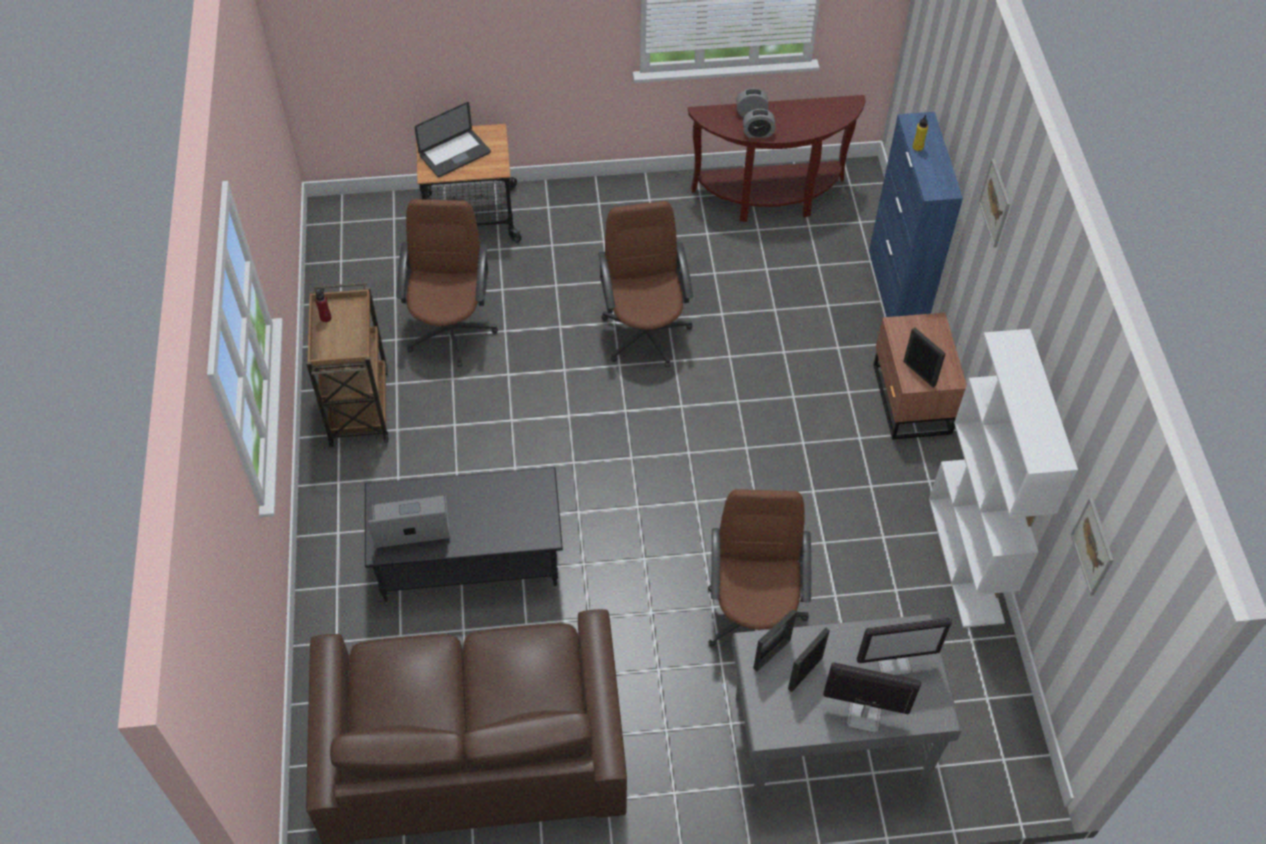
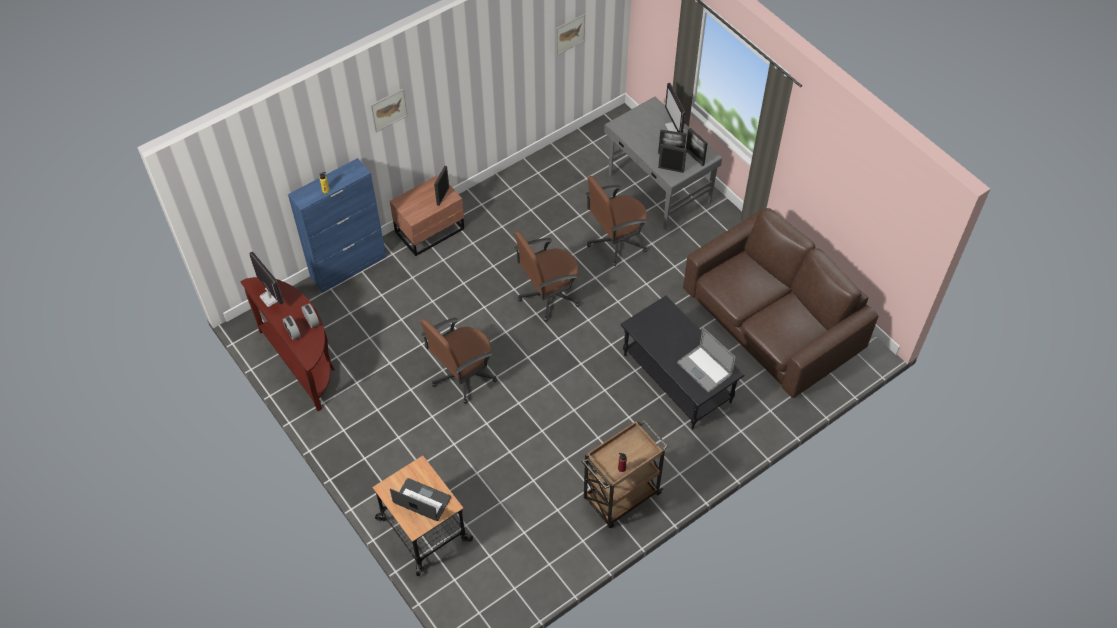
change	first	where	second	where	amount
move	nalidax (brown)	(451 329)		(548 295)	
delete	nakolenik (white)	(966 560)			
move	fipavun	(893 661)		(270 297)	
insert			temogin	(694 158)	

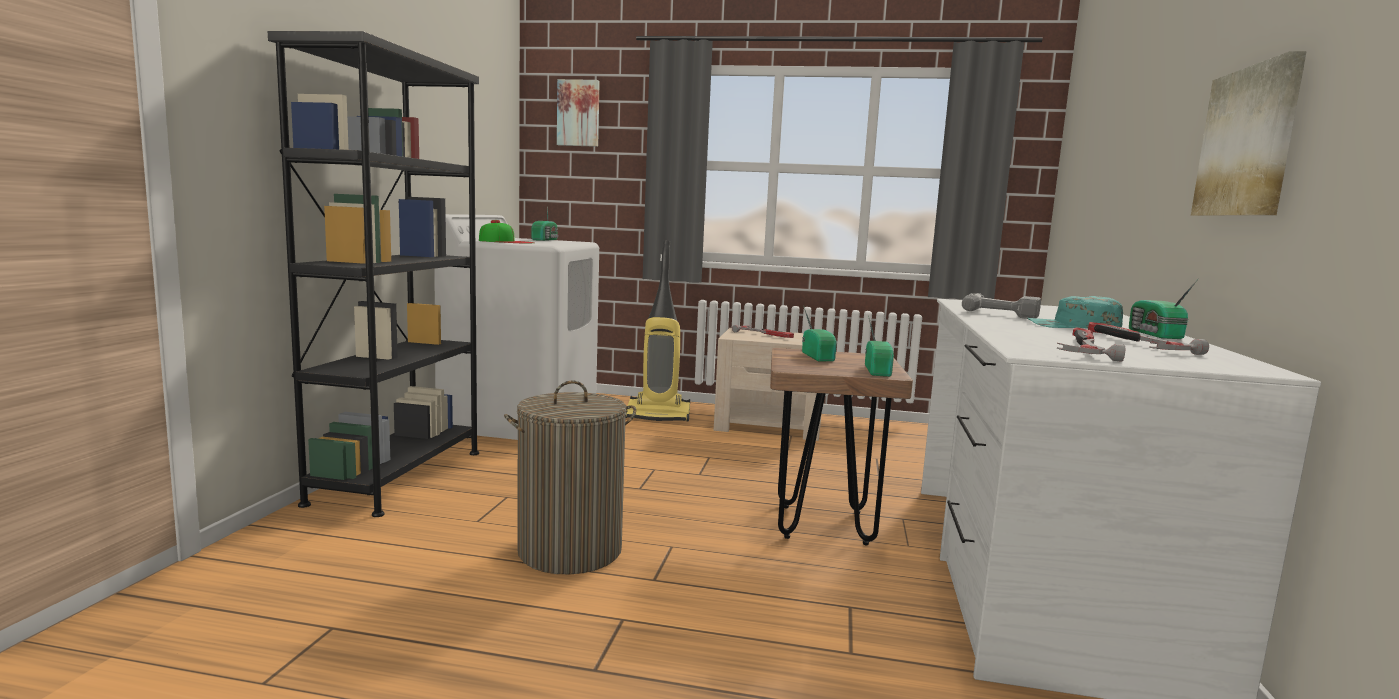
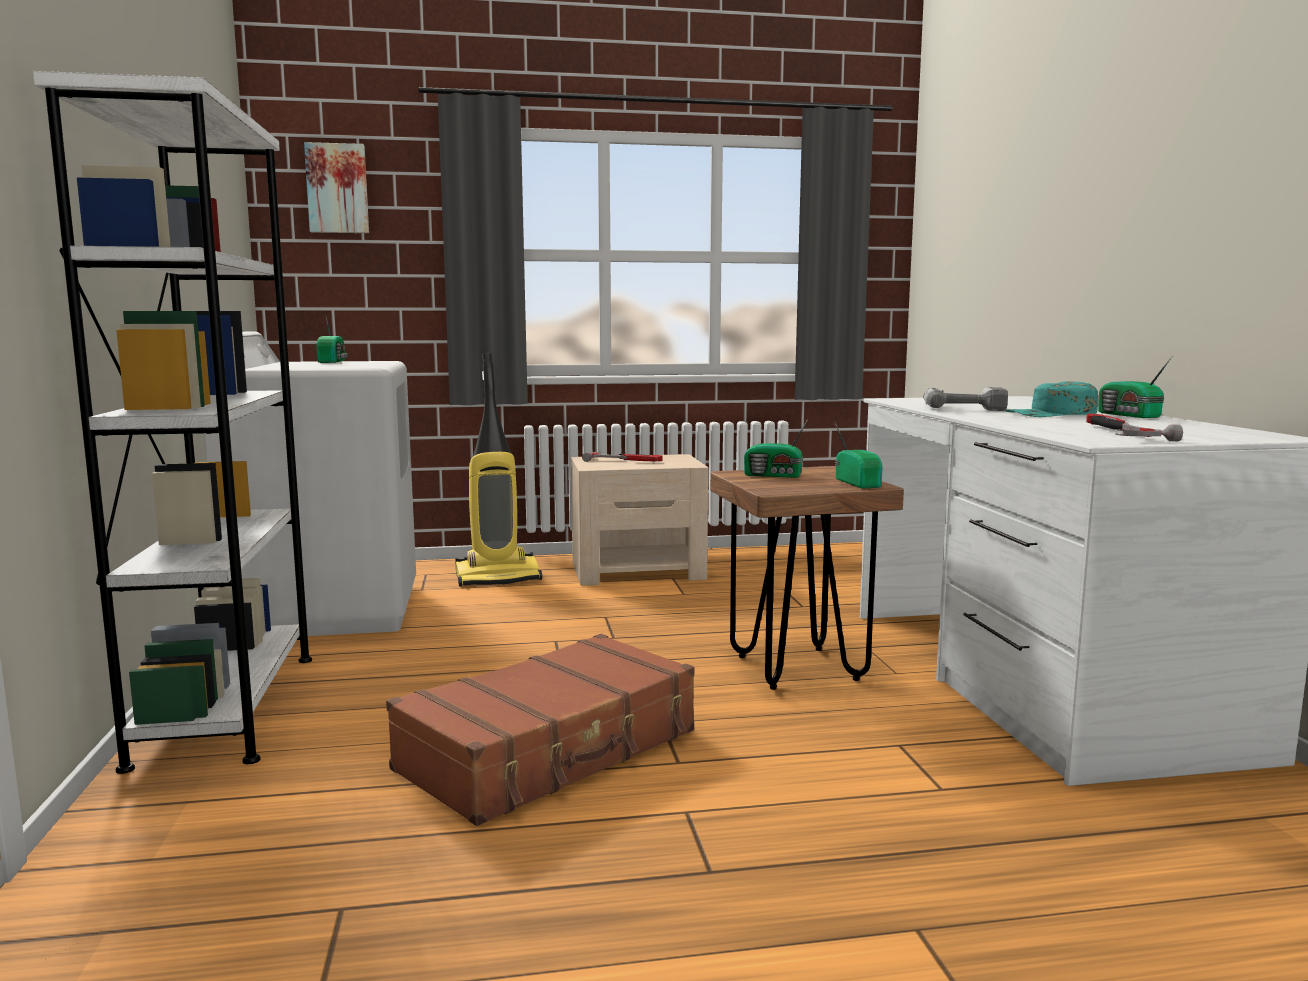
change	first	where	second	where	amount
recolor	nakolenik (black)	(398 476)	nakolenik (white)	(227 707)	
delete	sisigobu	(1249 142)			
delete	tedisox	(506 241)			
rotate	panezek	(818 356)		(774 475)	135 degrees clockwise
delete	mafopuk	(1132 343)			
replace	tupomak	(570 550)	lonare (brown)	(551 751)	

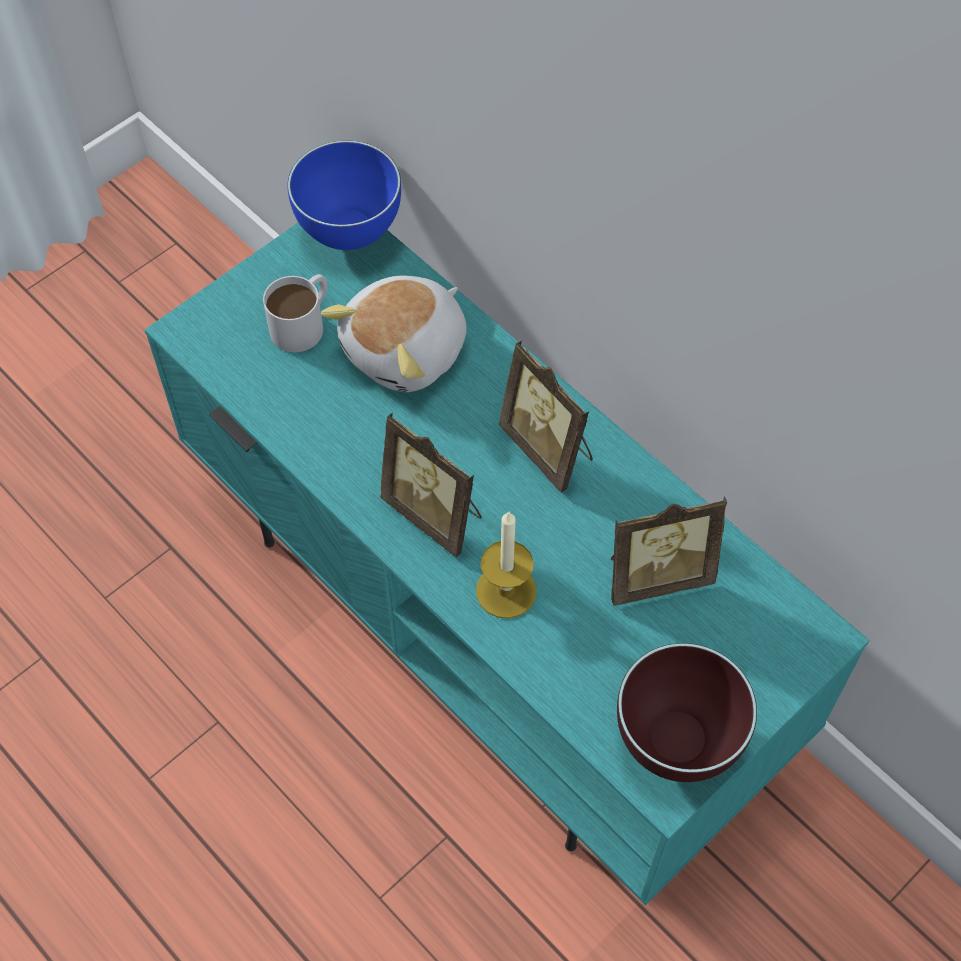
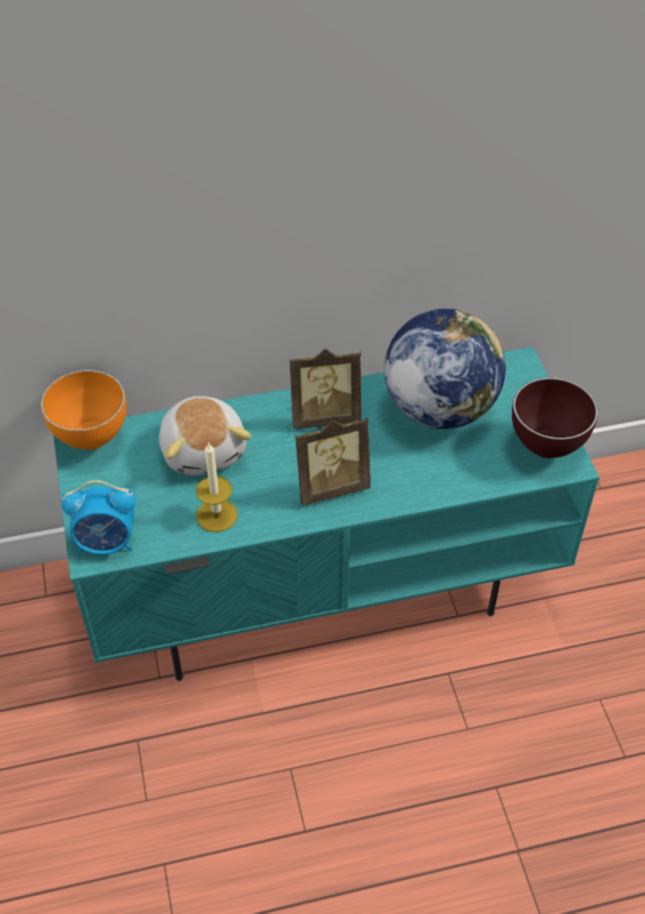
change	first	where	second	where	amount
recolor	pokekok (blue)	(349 234)	pokekok (orange)	(90 439)	
delete	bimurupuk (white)	(304 322)			
replace	temogin	(656 574)	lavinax	(439 409)	
move	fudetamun	(506 591)		(216 515)	
insert			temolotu	(107 543)	

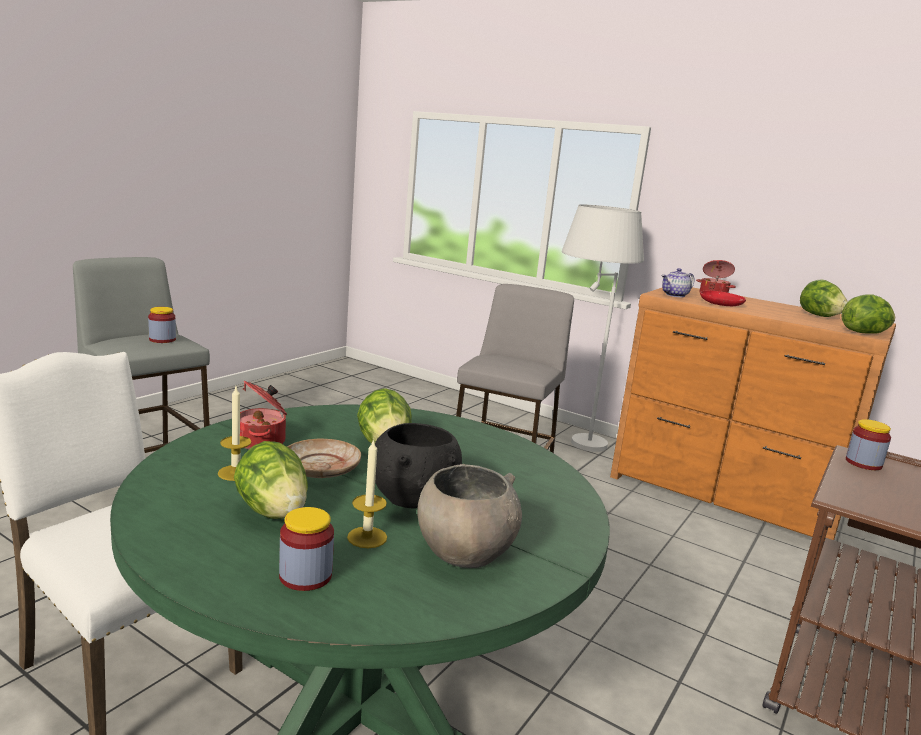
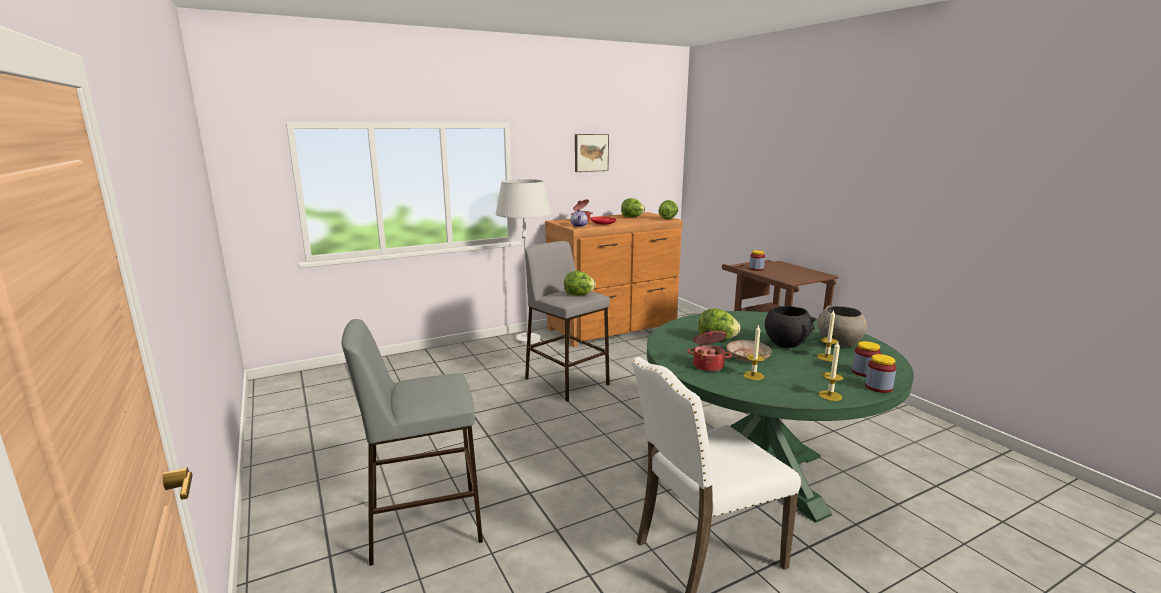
change	first	where	second	where	amount
move	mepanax	(162 339)		(878 387)	
move	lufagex	(273 511)		(579 295)	
insert			sisigobu	(590 152)	
insert			fudetamun	(830 395)	

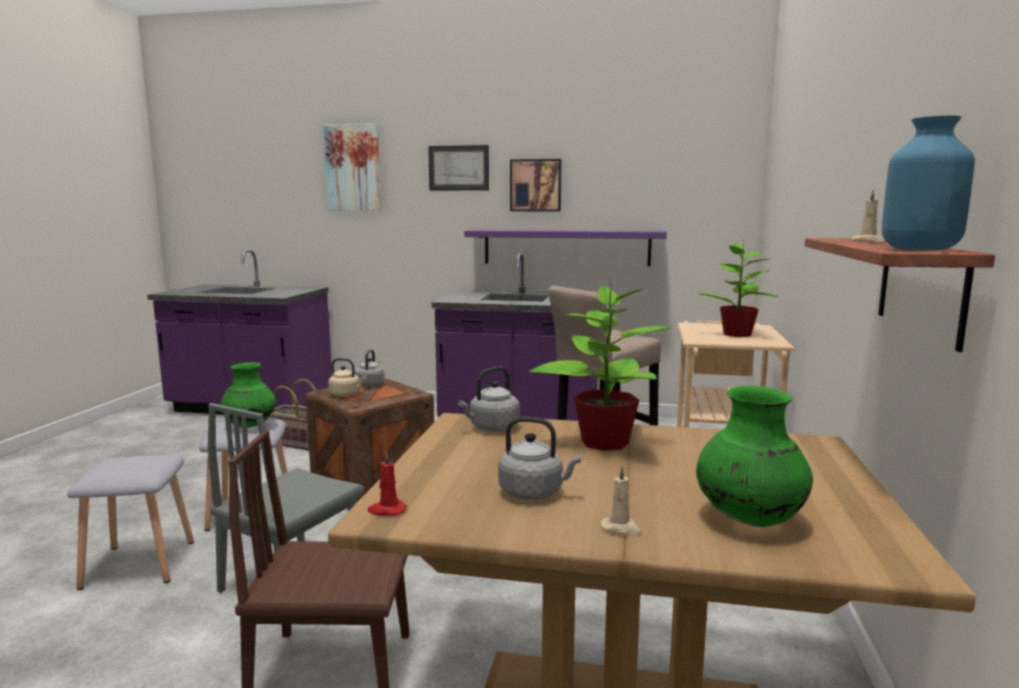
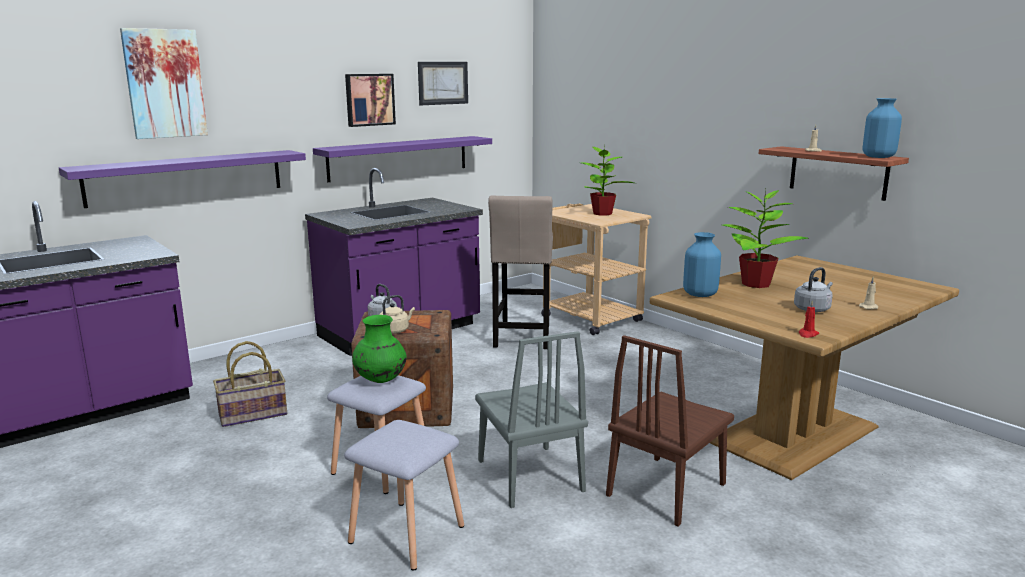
change	first	where	second	where	amount
move	sisigobu	(459 168)		(443 83)	
replace	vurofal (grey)	(492 428)	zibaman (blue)	(700 294)	
delete	zibaman (green)	(748 519)			
insert			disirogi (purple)	(186 177)	

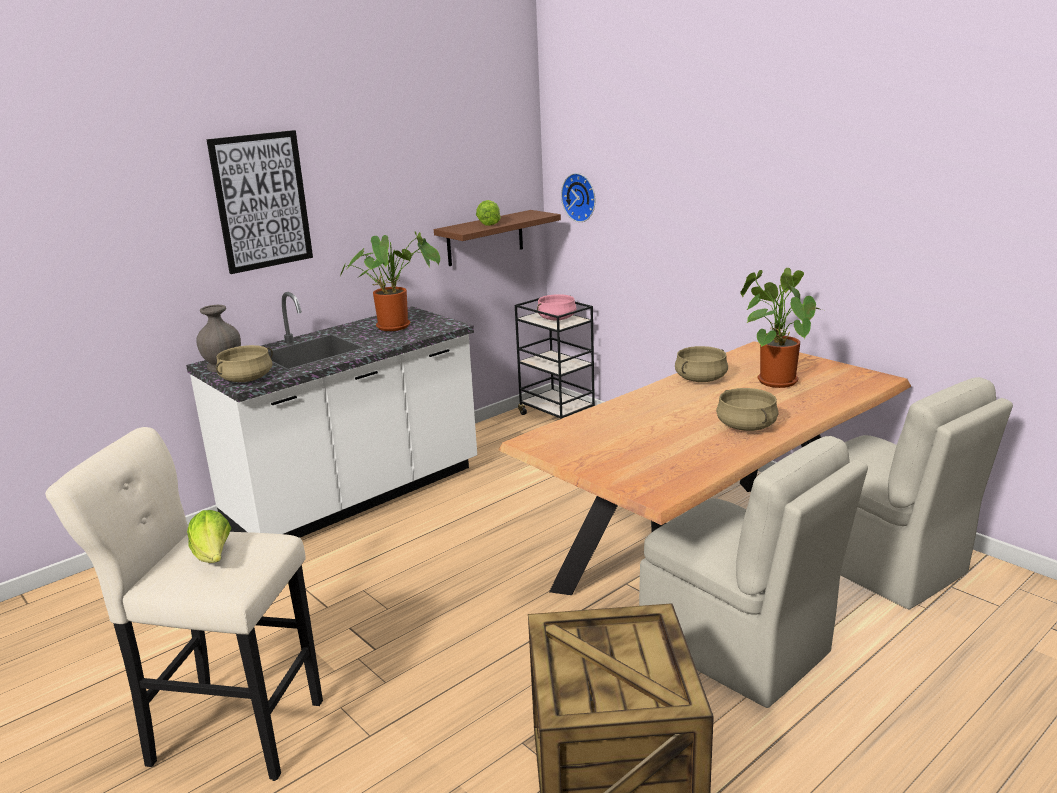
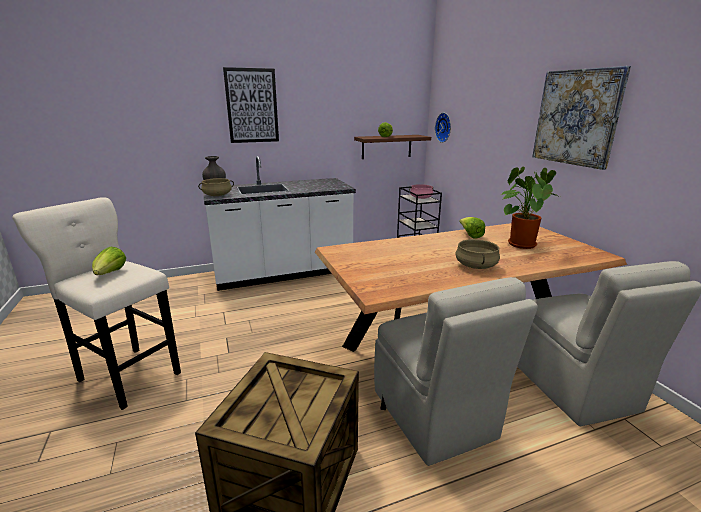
change	first	where	second	where	amount
delete	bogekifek	(397 326)			
replace	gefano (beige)	(701 379)	lufagex	(470 235)	
insert			sisigobu	(576 117)	

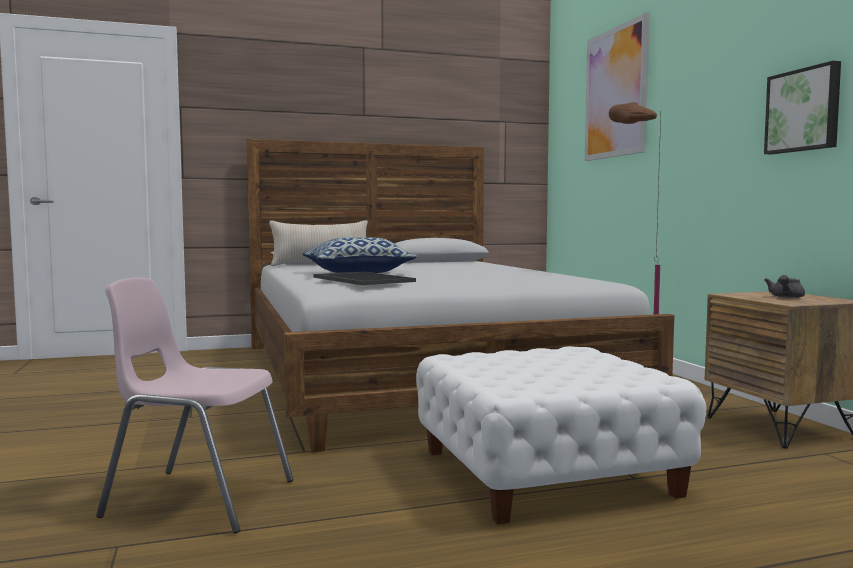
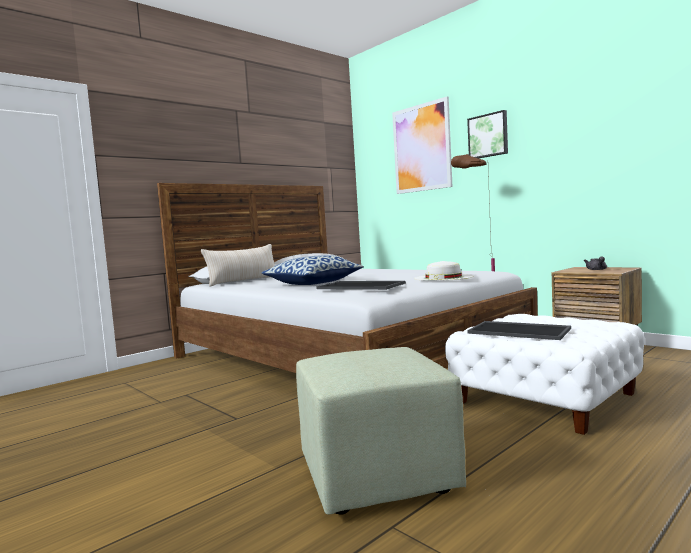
change	first	where	second	where	amount
move	sisigobu	(804 110)		(488 135)	
replace	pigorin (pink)	(198 498)	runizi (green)	(375 474)	
insert			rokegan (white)	(443 277)	
insert			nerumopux	(520 330)	

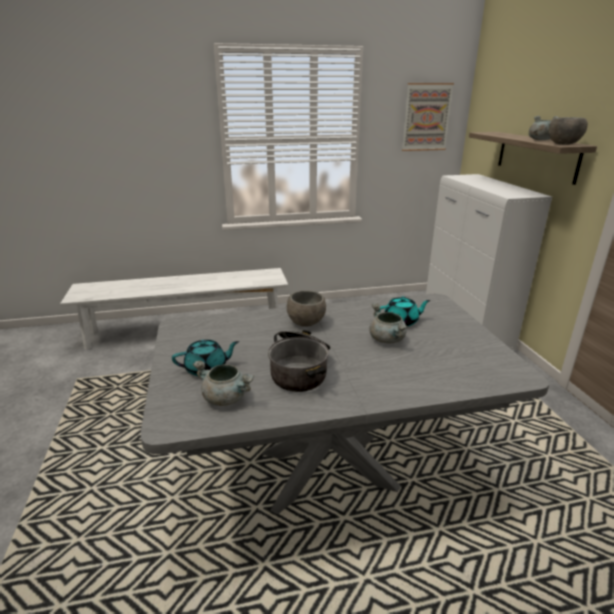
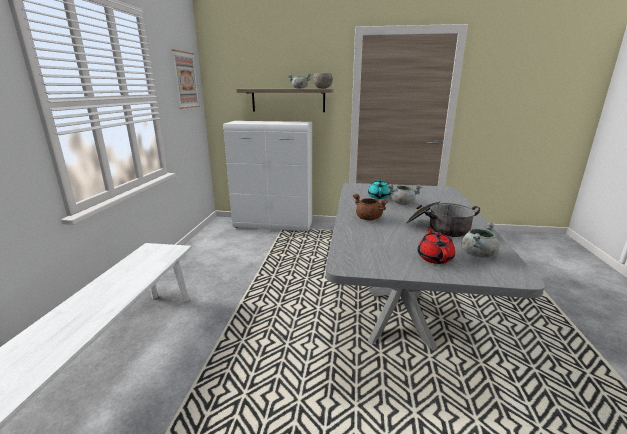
change	first	where	second	where	amount
replace	pokekok (grey)	(306 322)	gefano (brown)	(368 218)	
recolor	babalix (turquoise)	(207 368)	babalix (red)	(434 257)	

